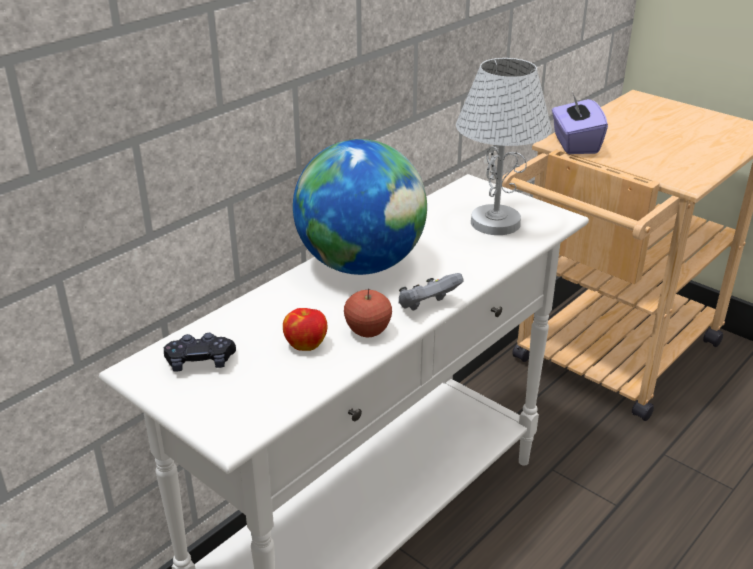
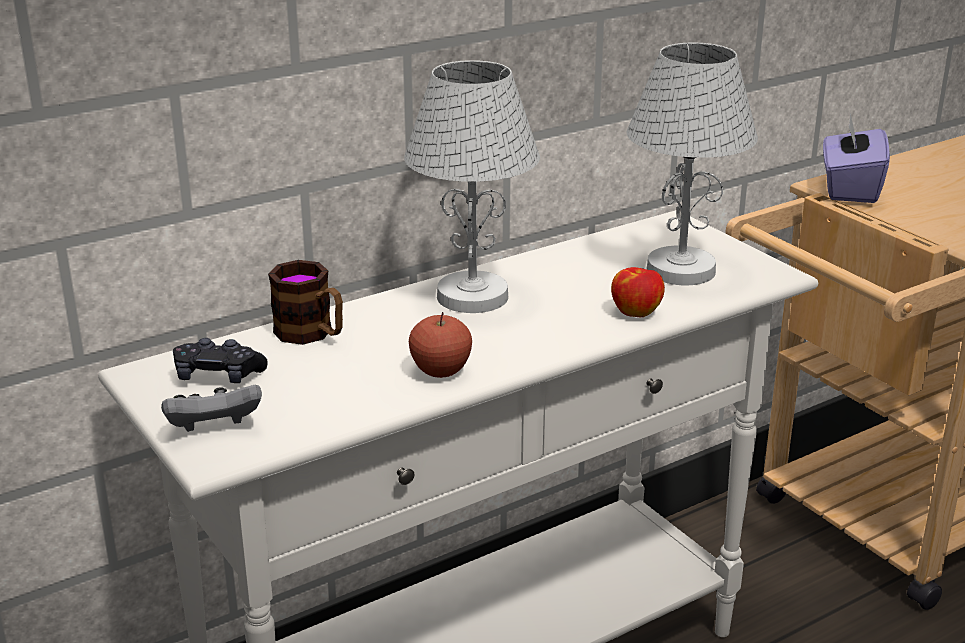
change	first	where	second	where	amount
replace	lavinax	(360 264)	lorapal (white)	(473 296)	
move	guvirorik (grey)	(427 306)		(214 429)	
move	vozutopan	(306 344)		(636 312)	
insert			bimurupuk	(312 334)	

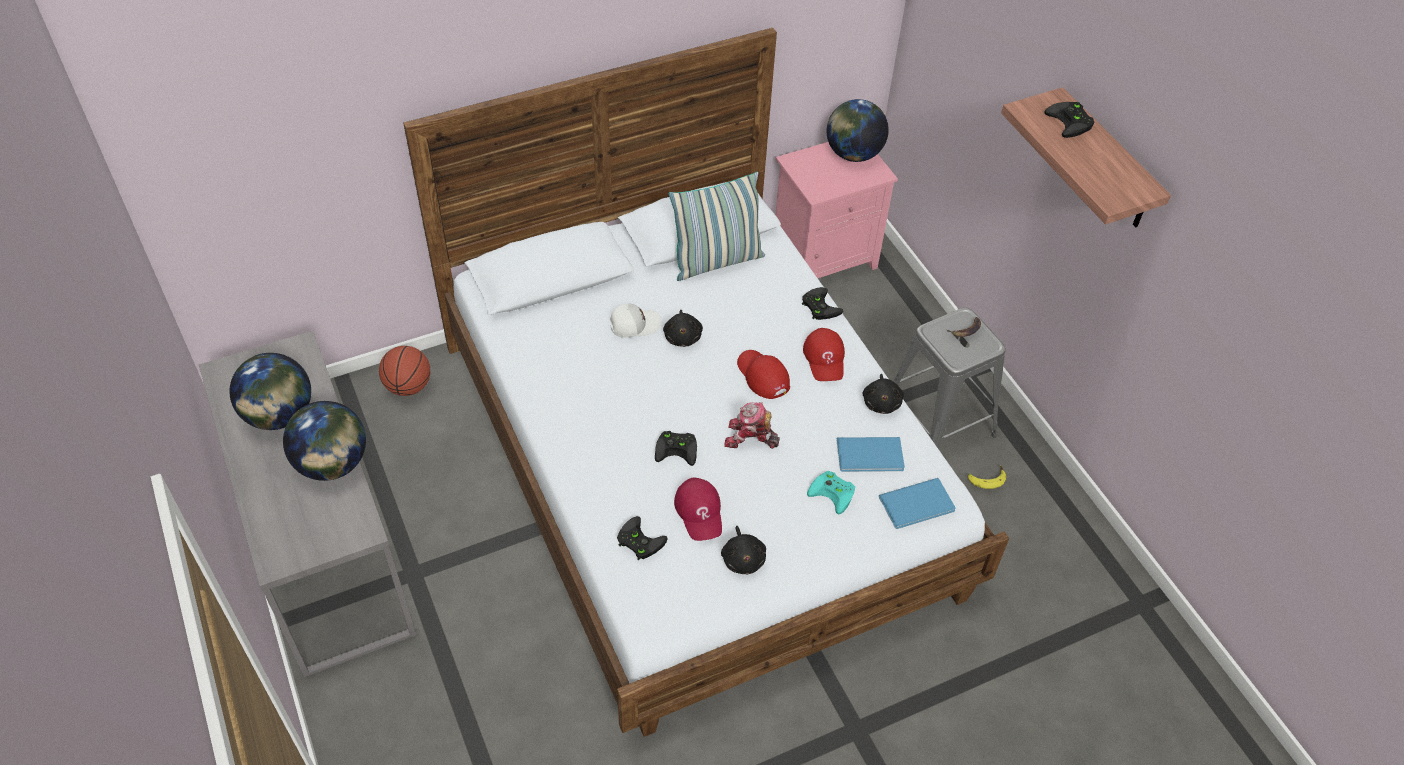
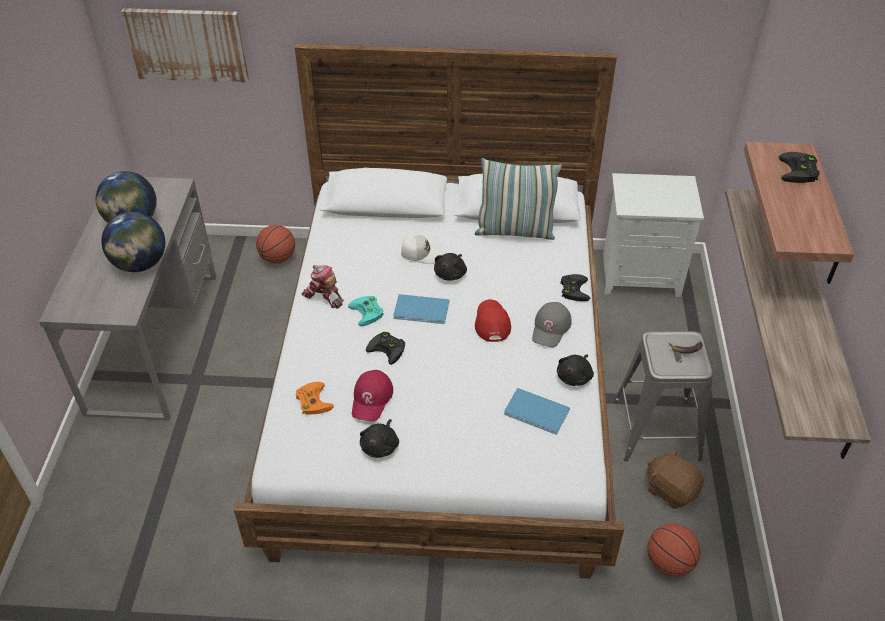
change	first	where	second	where	amount
delete	lavinax	(853 154)			
recolor	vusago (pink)	(824 257)	vusago (white)	(641 274)	
recolor	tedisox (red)	(825 358)	tedisox (grey)	(551 328)	
move	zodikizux	(750 438)		(323 296)	
replace	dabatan	(986 478)	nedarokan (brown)	(671 489)	
move	guvirorik (turquoise)	(834 493)		(368 312)	
move	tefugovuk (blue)	(919 505)		(422 311)	
recolor	guvirorik (black)	(638 541)	guvirorik (orange)	(312 400)	
insert			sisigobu	(187 44)	
insert			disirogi	(817 320)	
insert			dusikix	(669 563)	

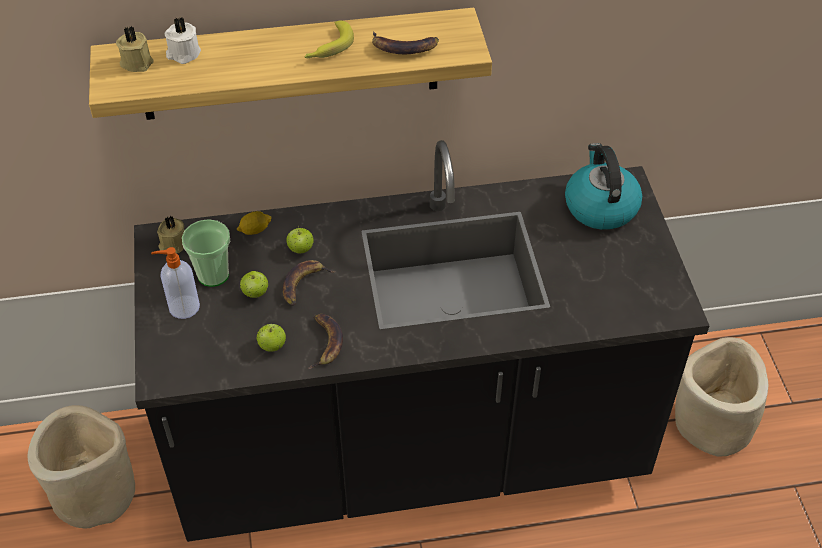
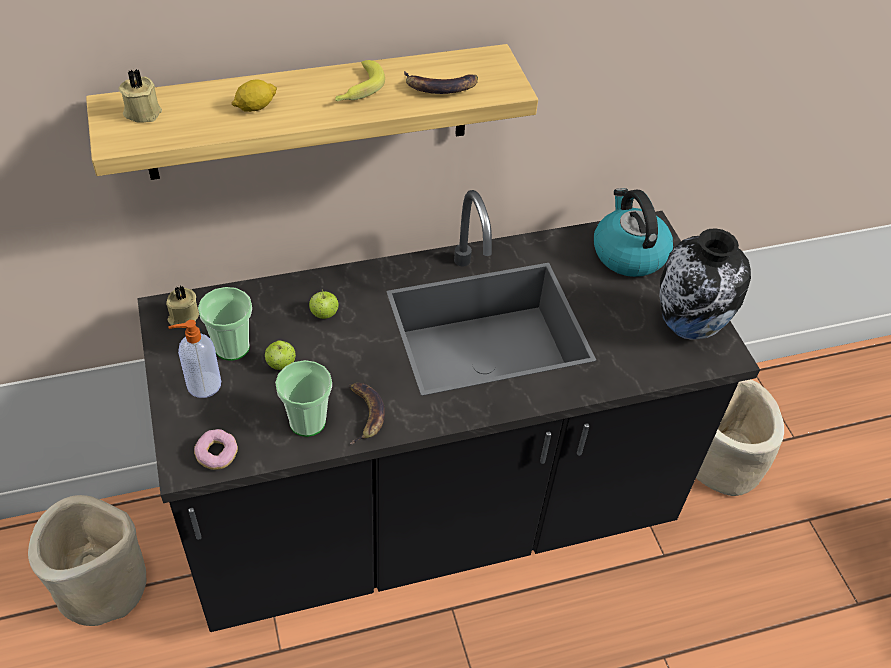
change	first	where	second	where	amount
delete	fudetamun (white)	(183 54)			
move	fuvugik	(255 230)		(255 107)	
delete	dabatan	(304 285)			
replace	vozutopan	(272 346)	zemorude	(307 422)	
insert			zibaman	(688 328)	
insert			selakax	(217 455)	

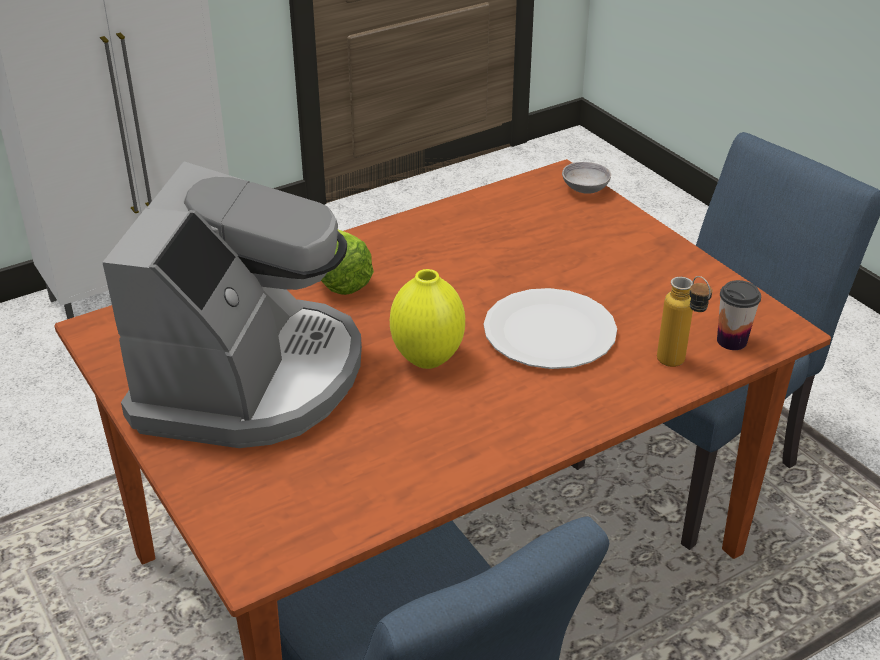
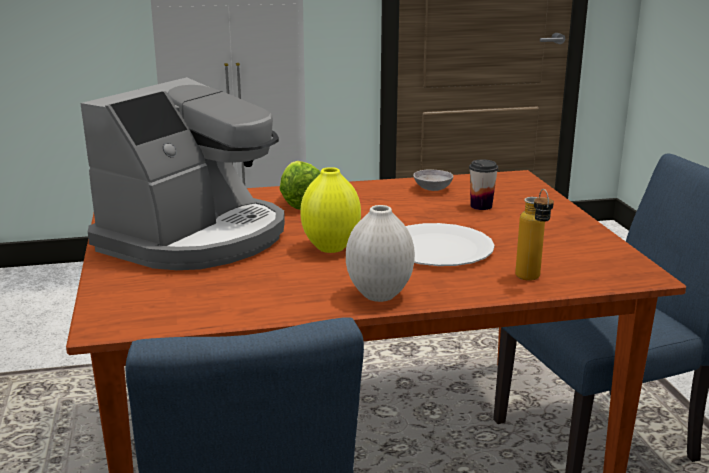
change	first	where	second	where	amount
move	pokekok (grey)	(585 189)		(432 189)	
move	zemorude	(731 341)		(481 206)	
insert			zibaman (white)	(378 295)	

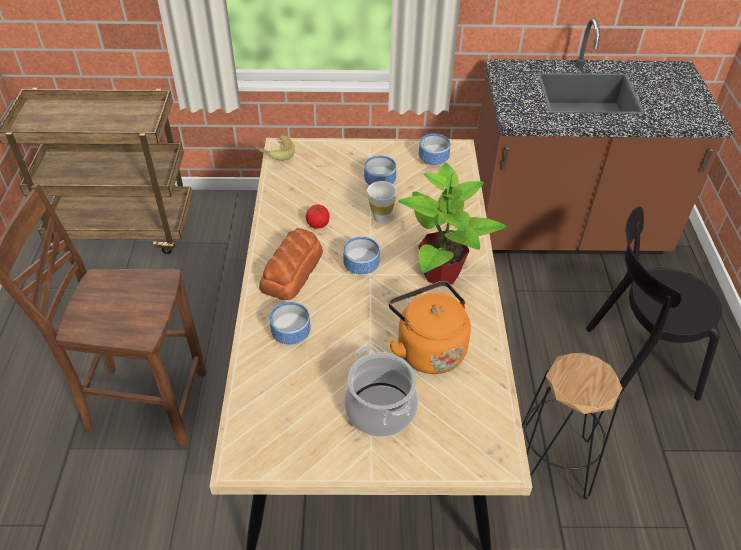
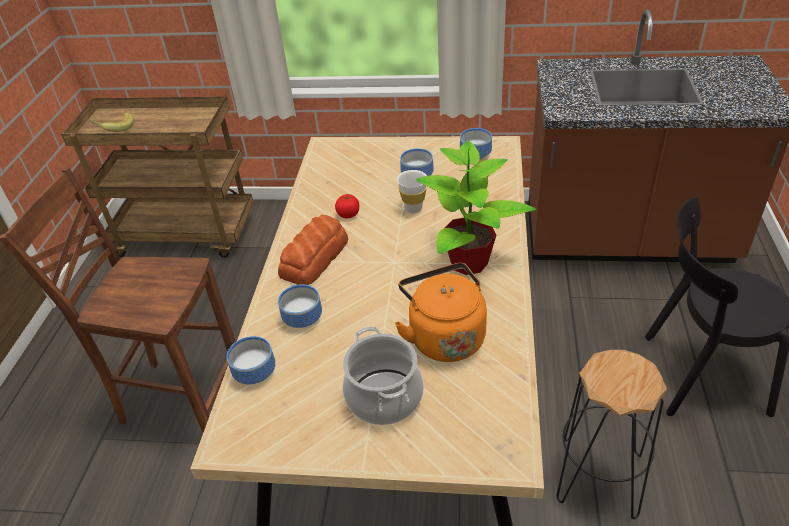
change	first	where	second	where	amount
move	dabatan	(274 155)		(114 129)	
move	pokekok	(359 266)		(253 372)	

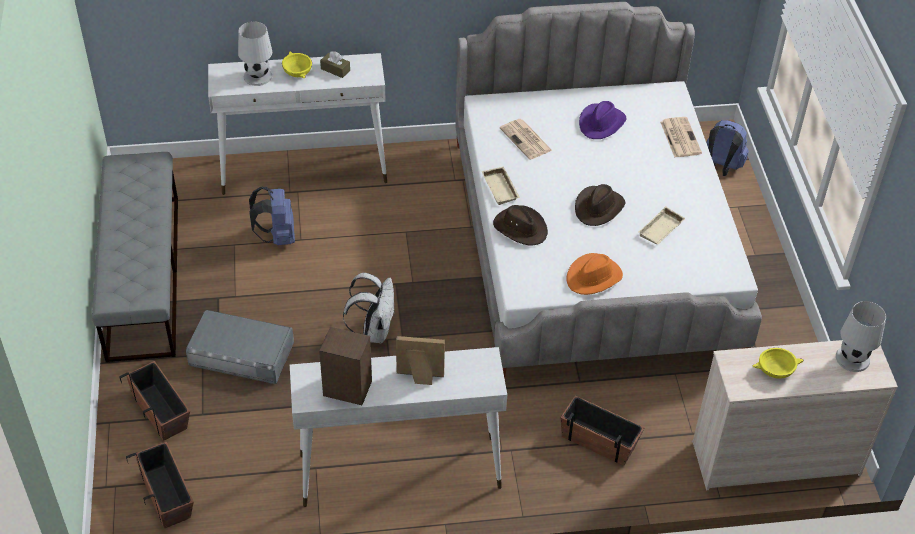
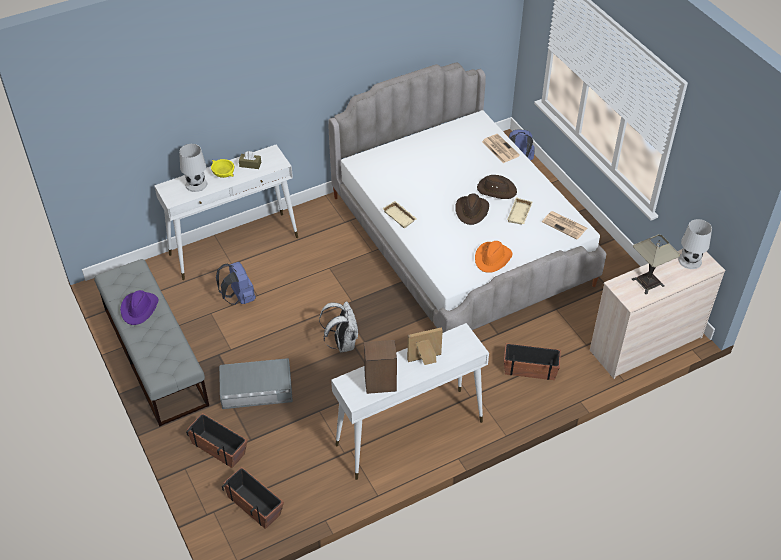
change	first	where	second	where	amount
move	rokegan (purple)	(601 123)		(139 308)	
move	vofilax	(526 140)		(565 225)	
move	rokegan (brown)	(520 228)		(496 189)	
replace	pokekok (yellow)	(775 370)	lorapal	(648 282)	

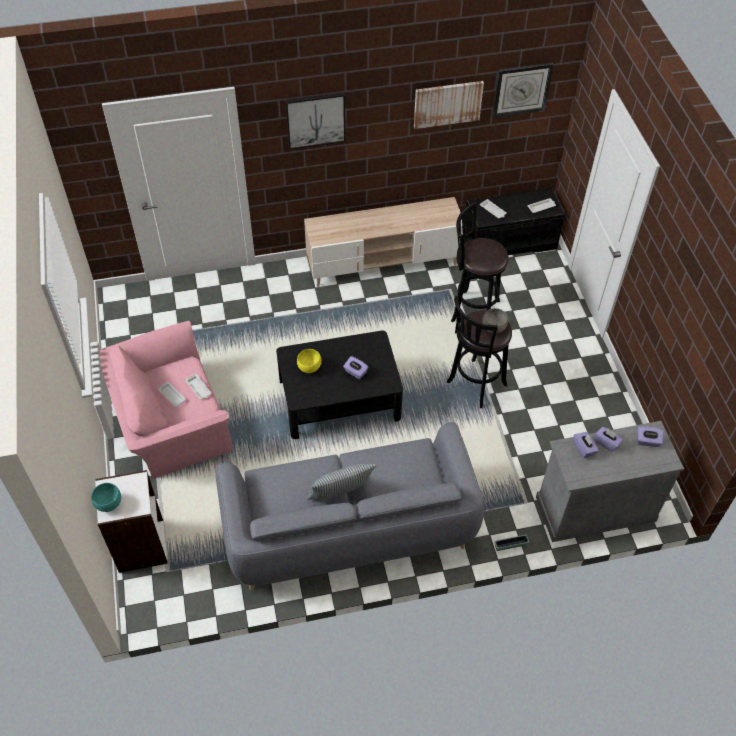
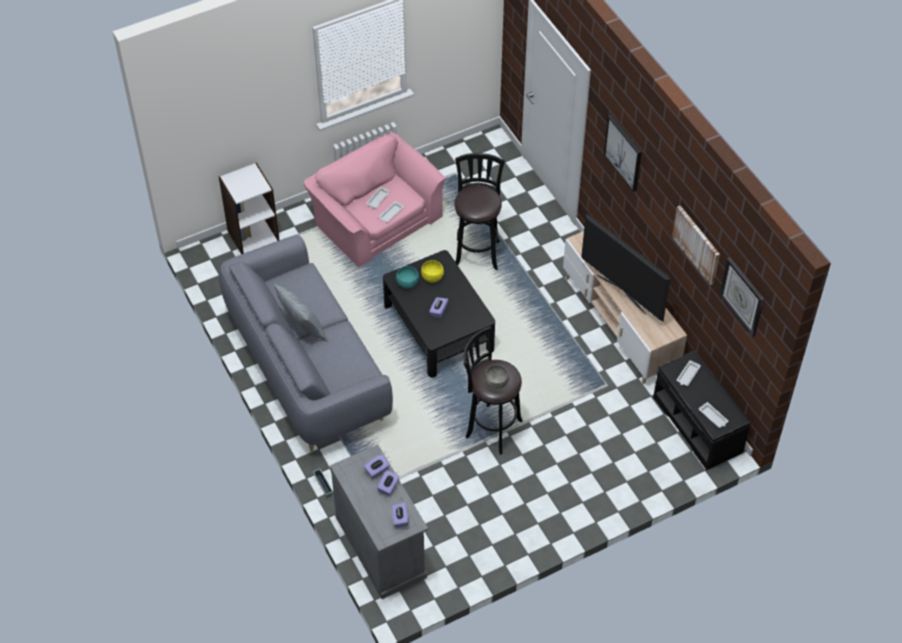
change	first	where	second	where	amount
move	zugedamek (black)	(472 310)		(477 251)	
move	pokekok (turquoise)	(109 504)		(407 283)	
insert			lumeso	(621 293)	

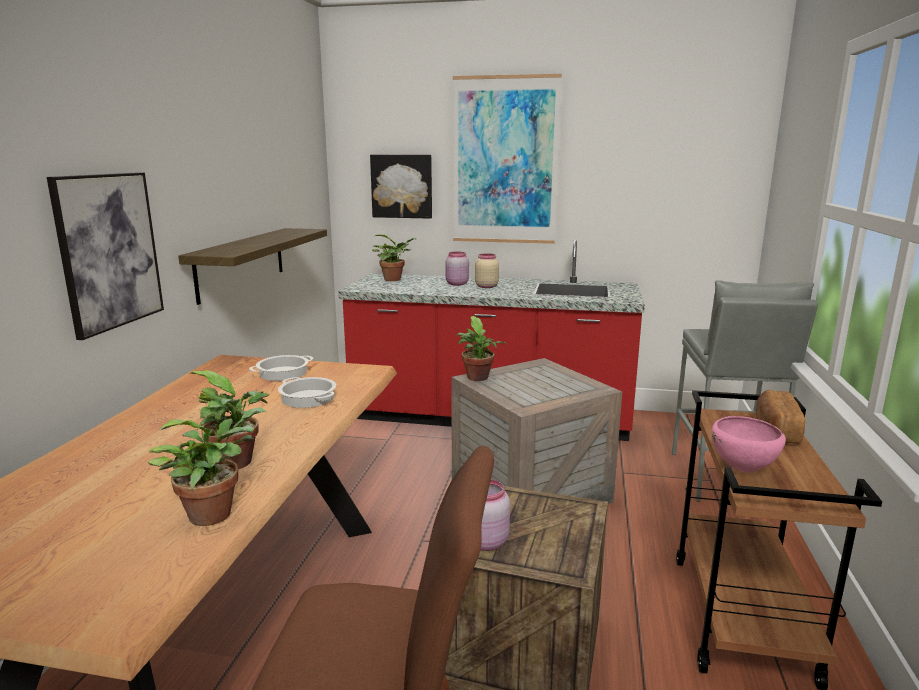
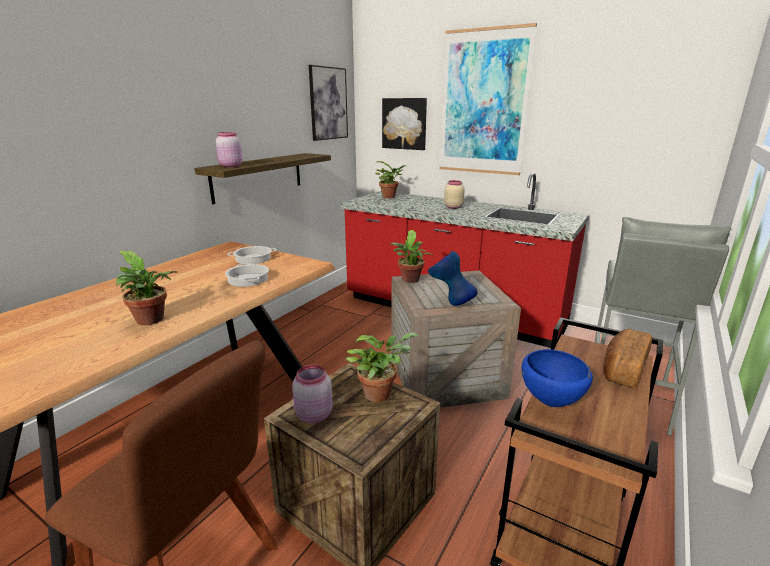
change	first	where	second	where	amount
move	sisigobu	(109 251)		(328 103)	
move	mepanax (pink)	(456 284)		(230 166)	
move	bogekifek	(215 512)		(380 393)	
recolor	pokekok (pink)	(743 469)	pokekok (blue)	(551 402)	
insert			zibaman (blue)	(450 303)	

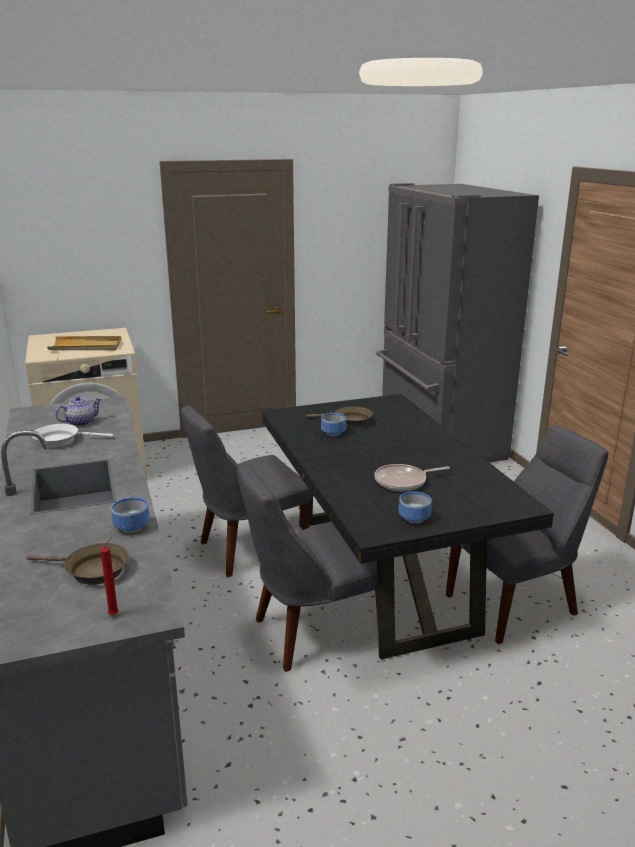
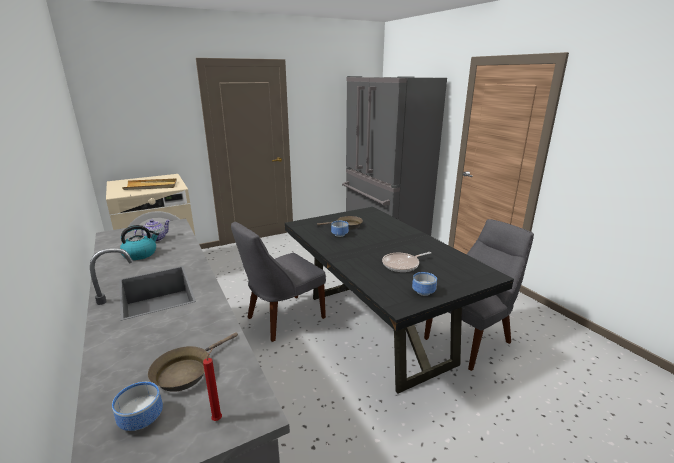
change	first	where	second	where	amount
replace	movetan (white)	(61 440)	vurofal	(140 254)	
delete	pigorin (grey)	(312 632)			
move	pokekok	(130 527)		(139 419)	
rotate	movetan (brown)	(92 570)		(186 371)	120 degrees clockwise

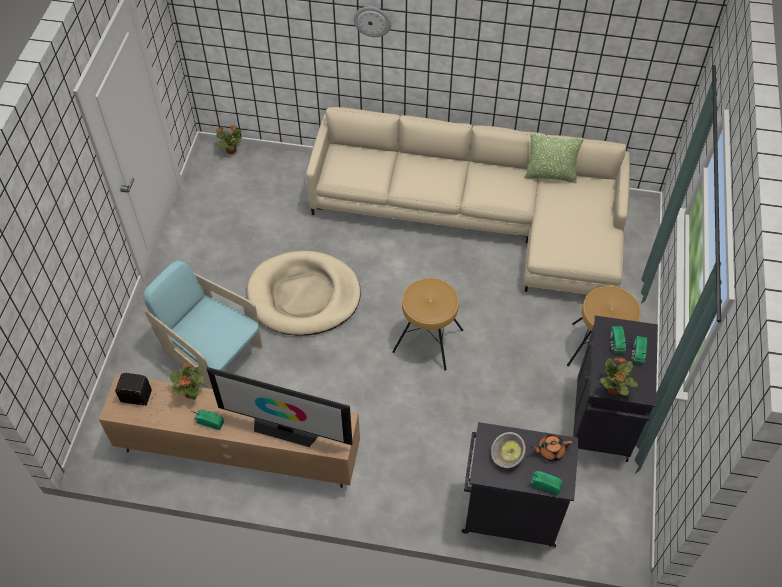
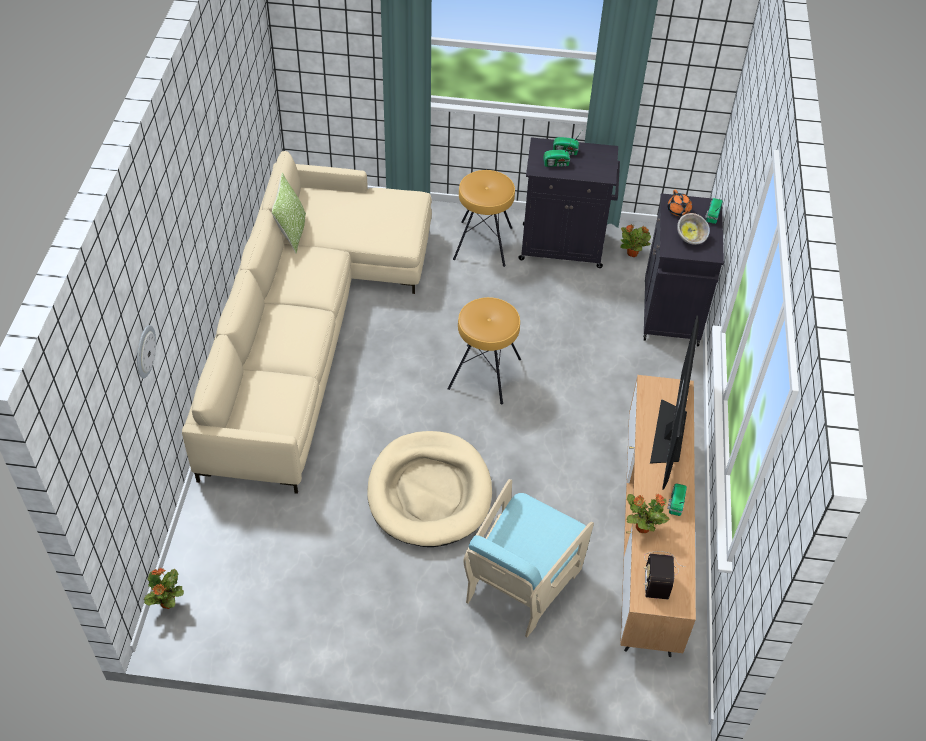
change	first	where	second	where	amount
move	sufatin	(372 21)		(144 351)	
move	bogekifek	(613 390)		(633 253)	

